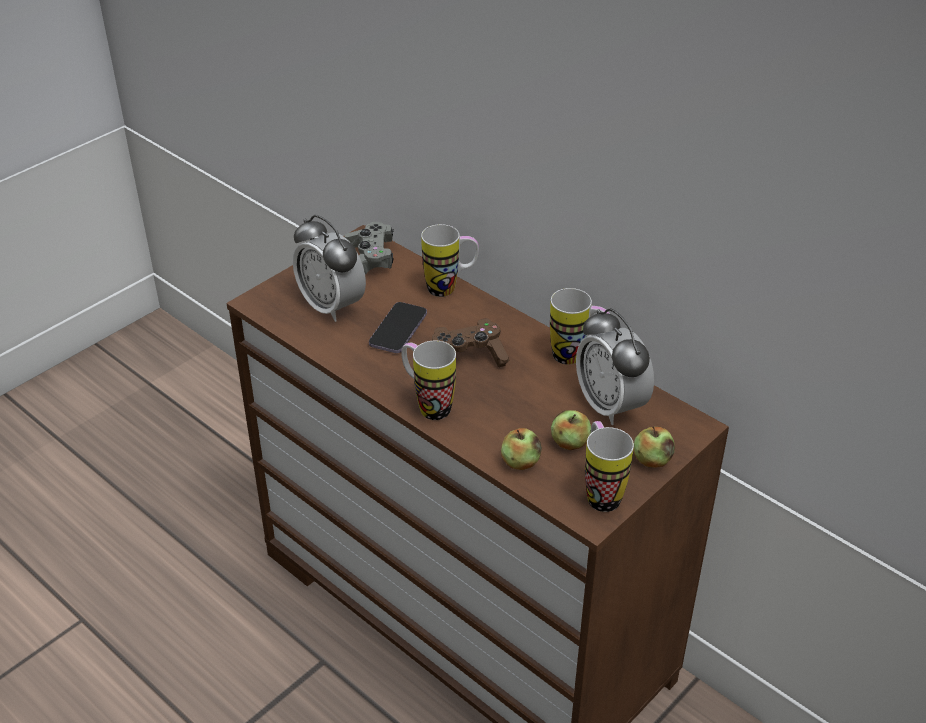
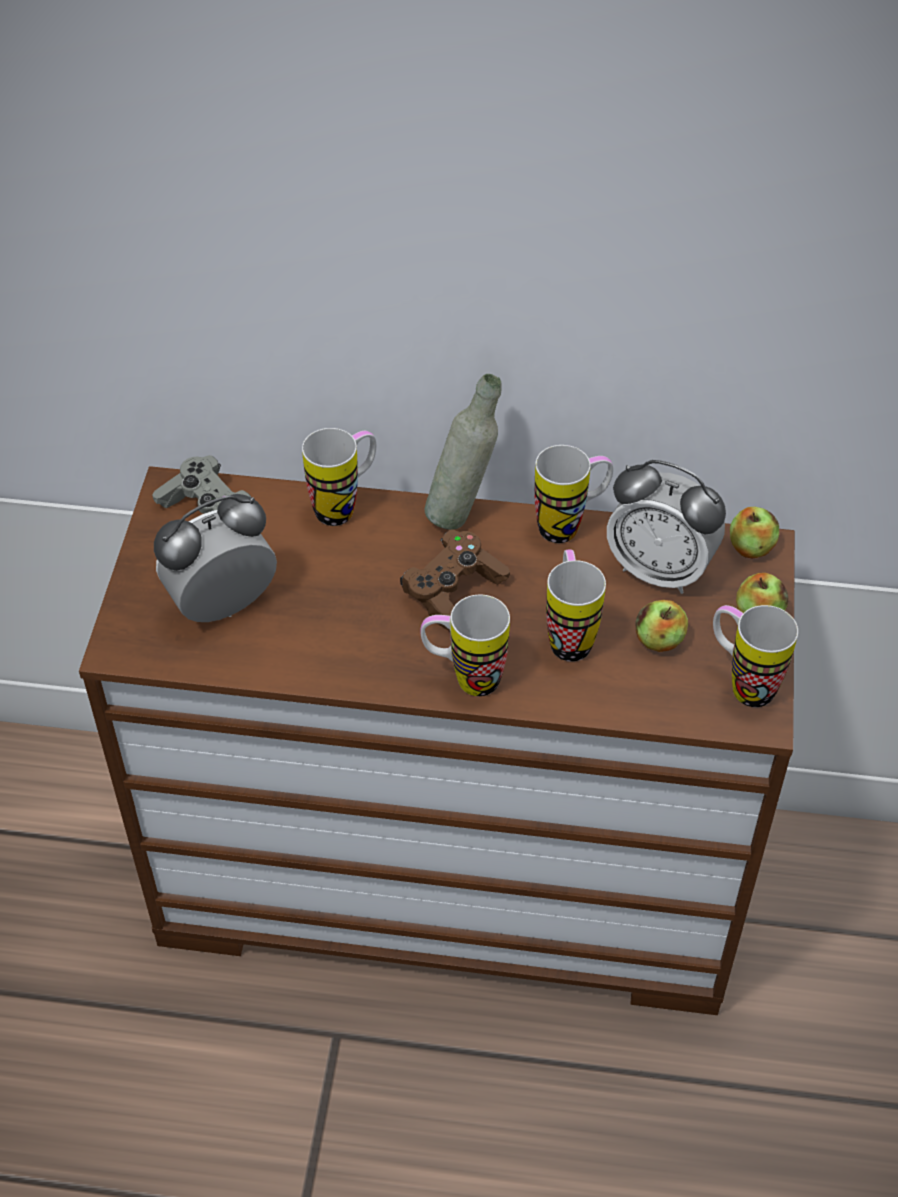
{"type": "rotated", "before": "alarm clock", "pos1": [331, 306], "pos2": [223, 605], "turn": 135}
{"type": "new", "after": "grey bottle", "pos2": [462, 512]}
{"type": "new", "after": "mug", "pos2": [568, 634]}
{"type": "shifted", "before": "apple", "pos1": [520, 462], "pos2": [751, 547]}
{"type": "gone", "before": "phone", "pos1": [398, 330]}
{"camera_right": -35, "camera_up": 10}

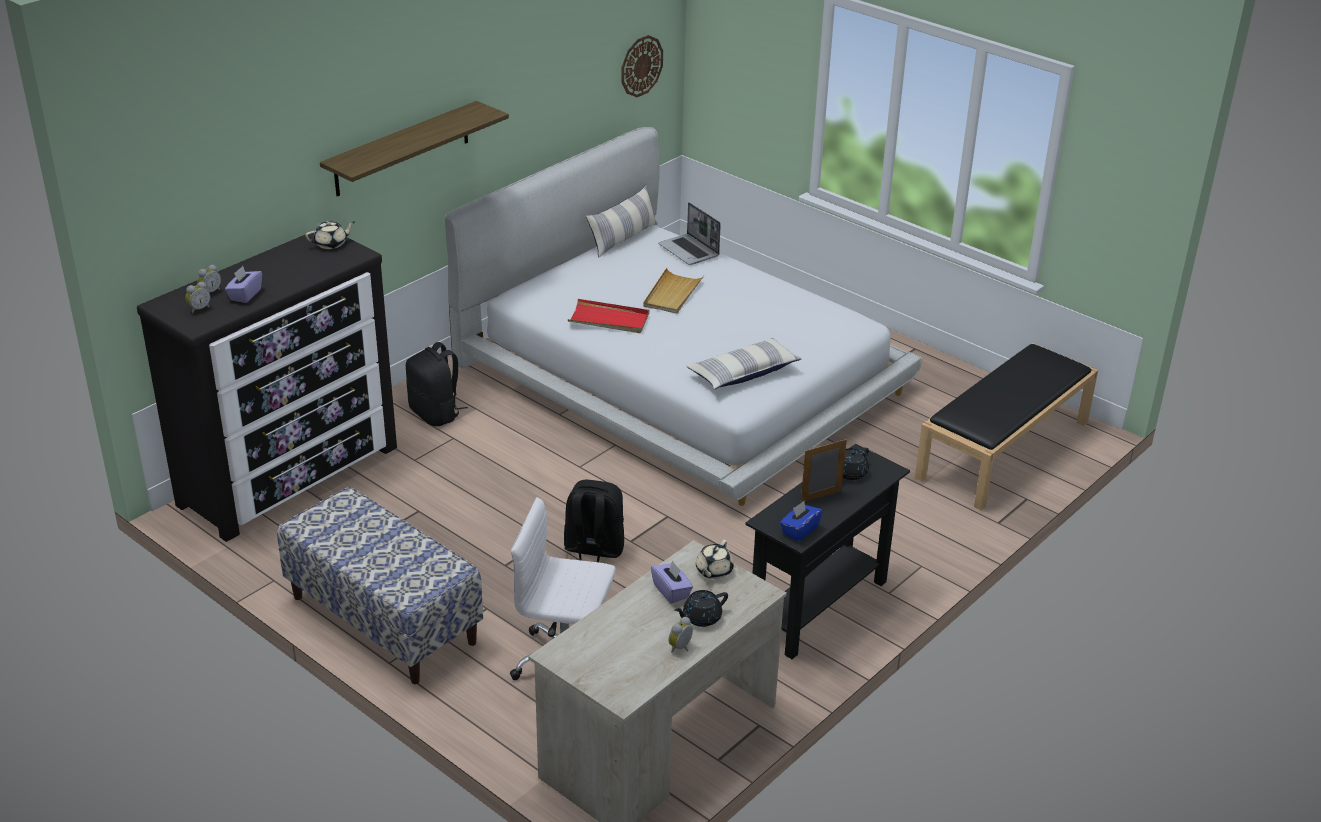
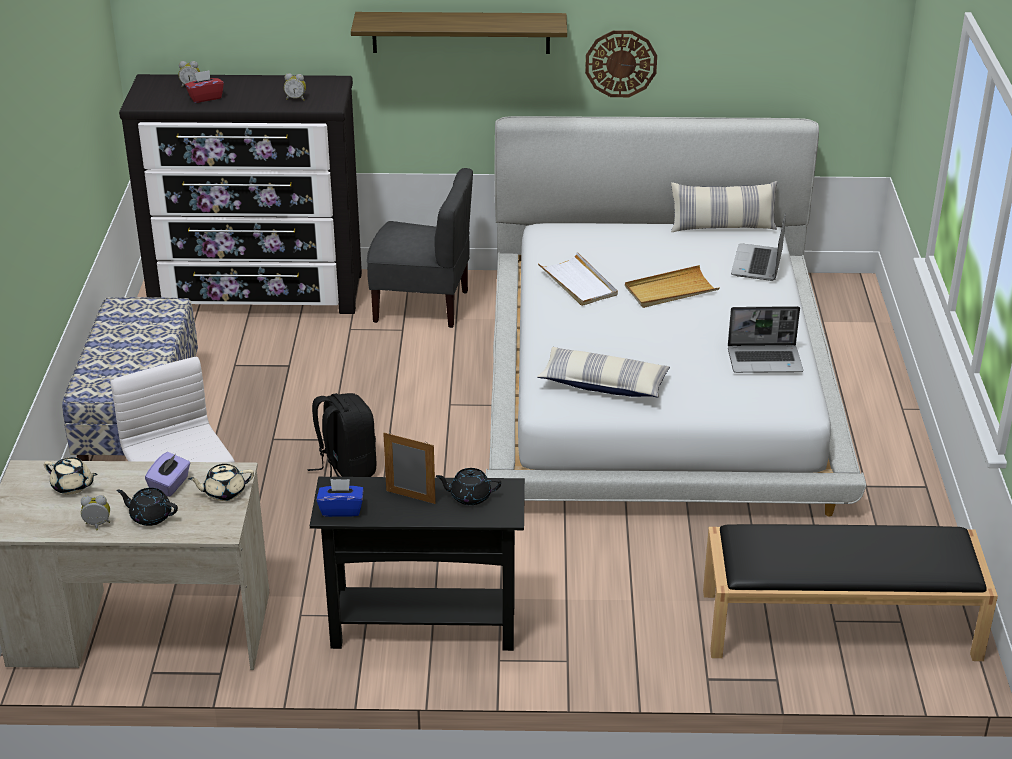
{"type": "shifted", "before": "beige teapot", "pos1": [331, 244], "pos2": [72, 486]}
{"type": "repainted", "before": "purple tissue box", "after": "red tissue box", "pos1": [245, 295], "pos2": [205, 97]}
{"type": "shifted", "before": "alarm clock", "pos1": [199, 309], "pos2": [296, 98]}
{"type": "swapped", "before": "black backpack", "after": "grey chair", "pos1": [436, 414], "pos2": [422, 306]}
{"type": "repainted", "before": "red tray", "after": "white tray", "pos1": [609, 319], "pos2": [578, 283]}
{"type": "shifted", "before": "wall clock", "pos1": [641, 66], "pos2": [621, 63]}
{"type": "new", "after": "laptop", "pos2": [765, 360]}
{"camera_right": 50, "camera_up": 0}

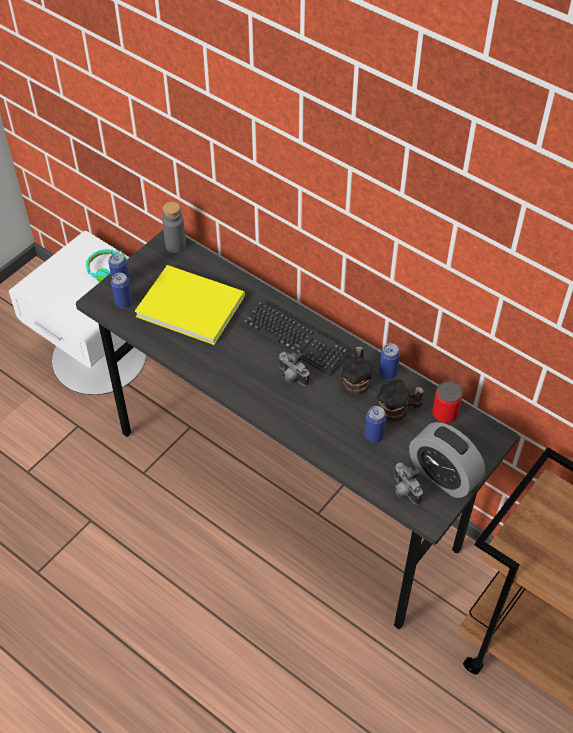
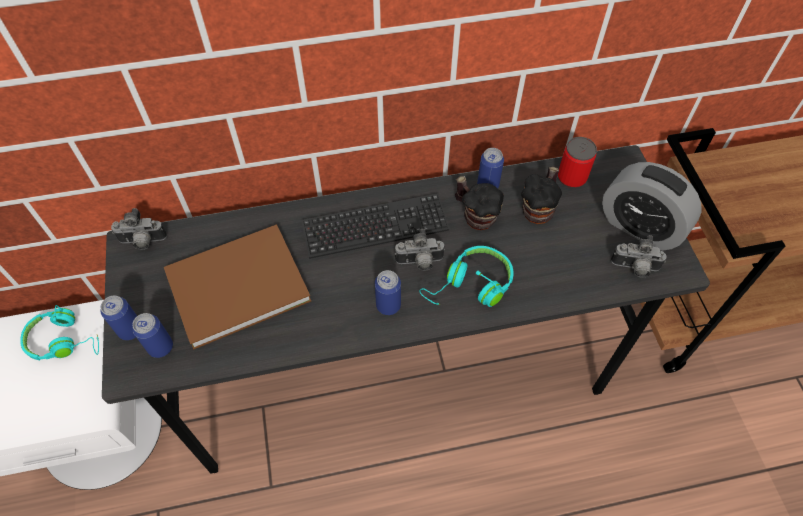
{"type": "swapped", "before": "grey bottle", "after": "photo camera", "pos1": [175, 246], "pos2": [142, 242]}
{"type": "repainted", "before": "yellow book", "after": "brown book", "pos1": [189, 303], "pos2": [233, 285]}
{"type": "shifted", "before": "can", "pos1": [373, 435], "pos2": [388, 305]}
{"type": "new", "after": "turquoise headphones", "pos2": [470, 286]}
{"type": "rotated", "before": "alarm clock", "pos1": [443, 475], "pos2": [640, 227], "turn": 45}
{"camera_right": -50, "camera_up": 5}

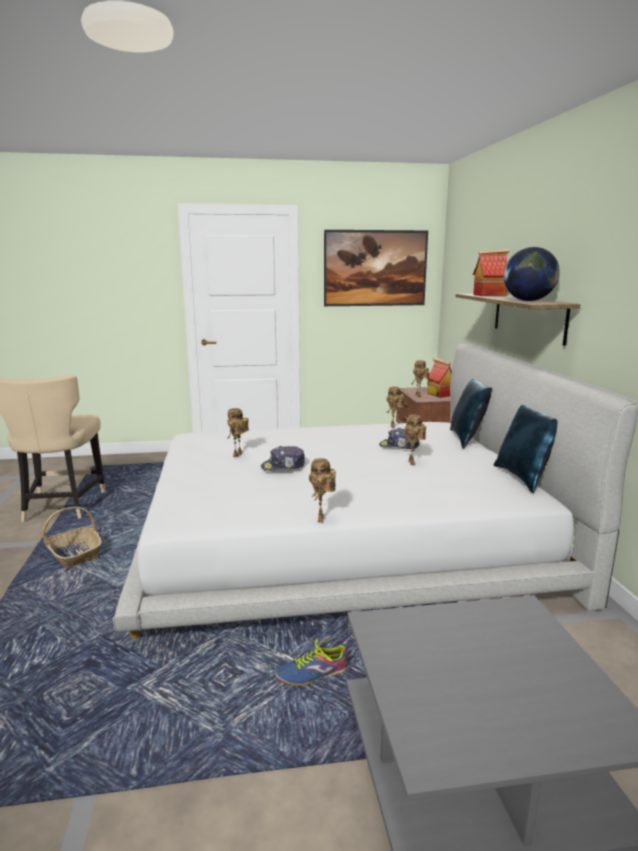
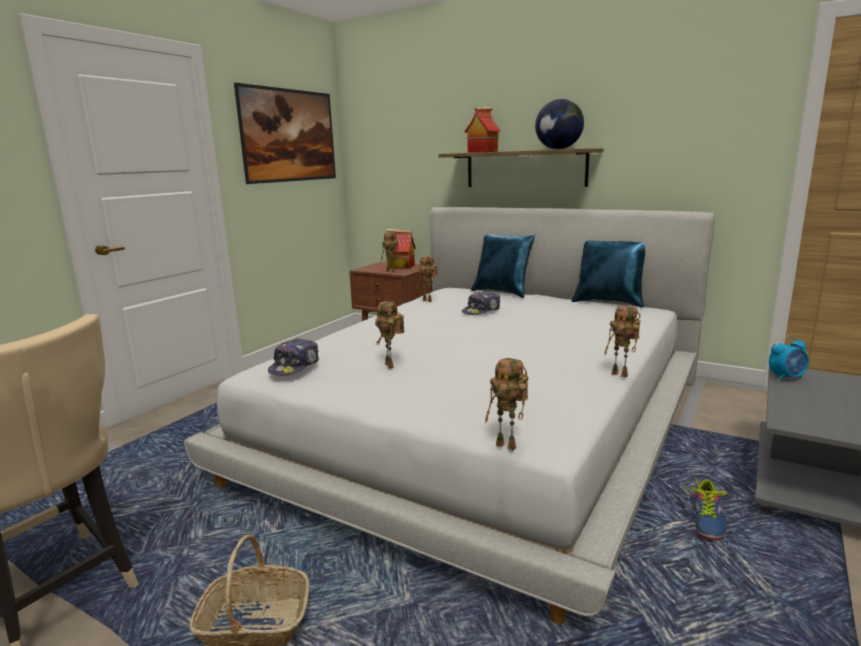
{"type": "shifted", "before": "cap", "pos1": [283, 466], "pos2": [295, 366]}
{"type": "shifted", "before": "toy robot", "pos1": [413, 463], "pos2": [508, 445]}
{"type": "new", "after": "alarm clock", "pos2": [786, 378]}
{"camera_right": -50, "camera_up": 0}

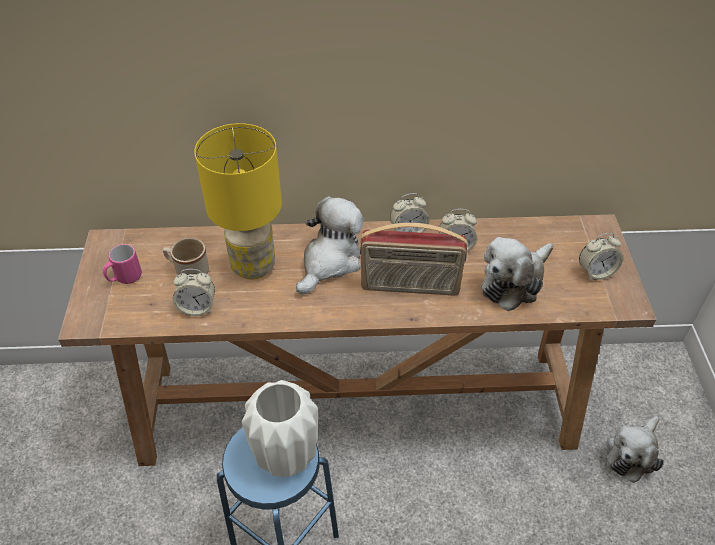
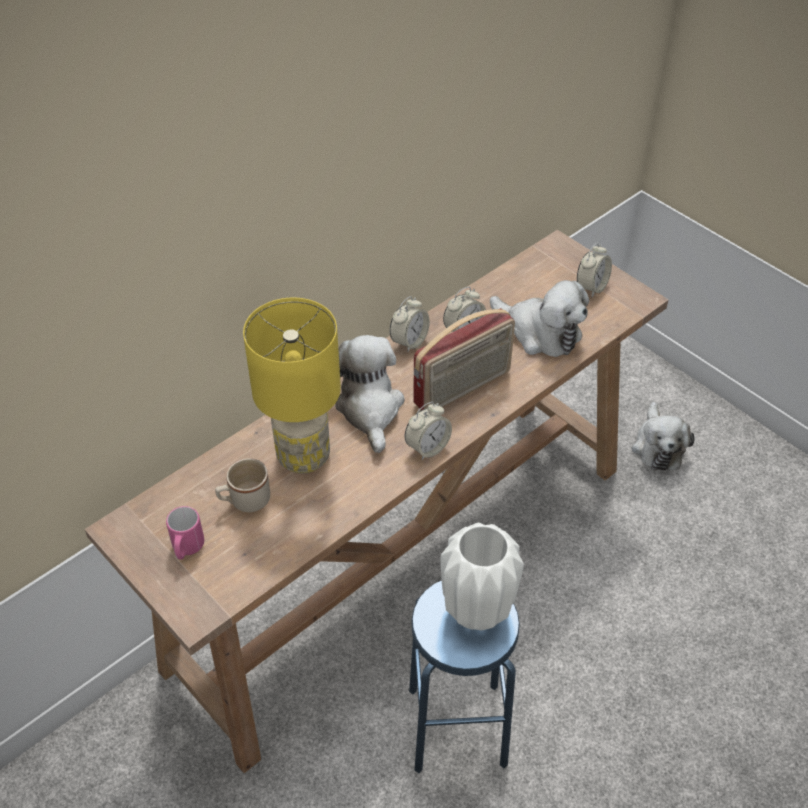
{"type": "shifted", "before": "alarm clock", "pos1": [197, 308], "pos2": [427, 447]}
{"type": "rotated", "before": "plush toy", "pos1": [514, 282], "pos2": [540, 332], "turn": -60}
{"camera_right": -40, "camera_up": 0}

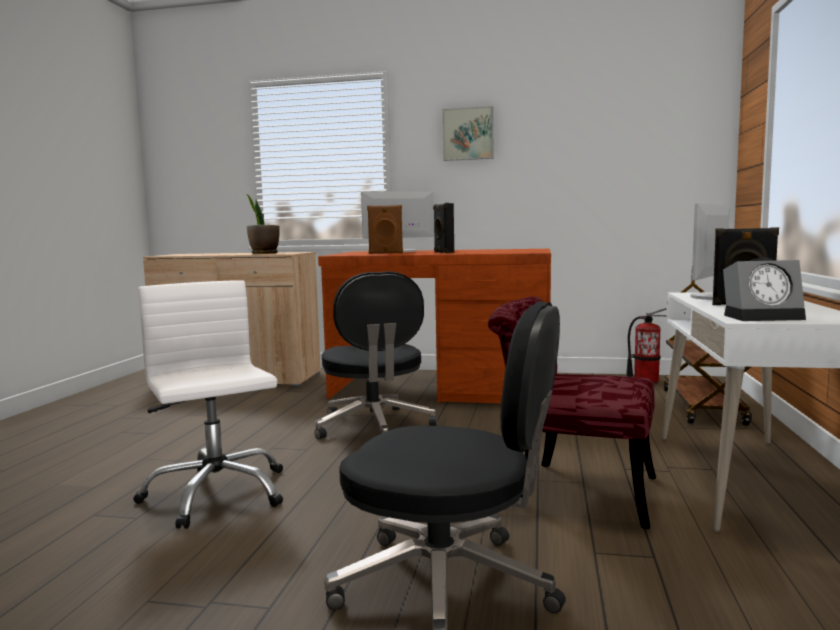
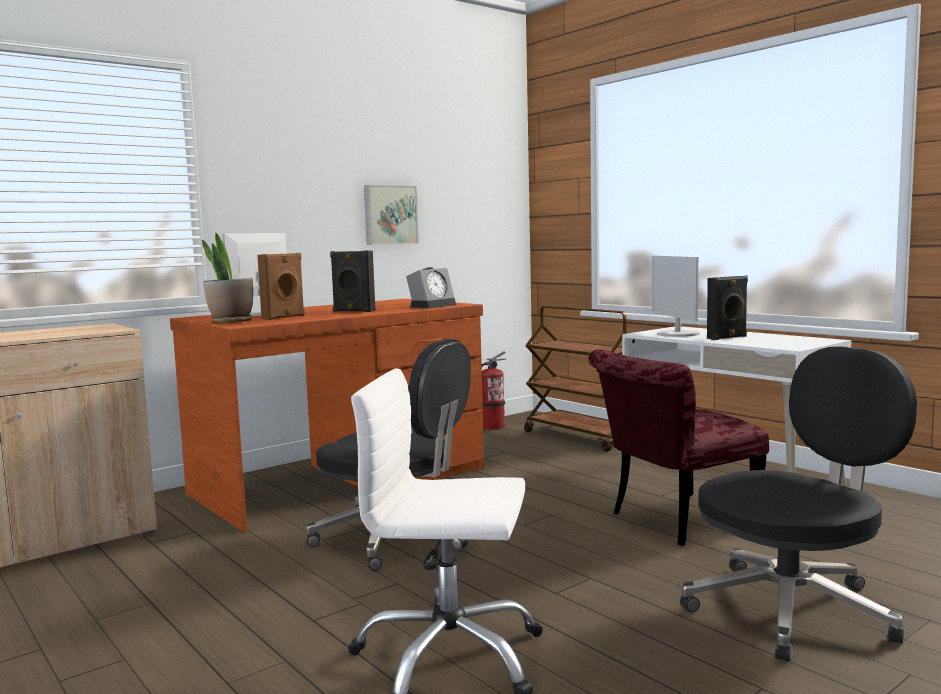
{"type": "shifted", "before": "potted plant", "pos1": [264, 253], "pos2": [231, 321]}
{"type": "shifted", "before": "picture", "pos1": [468, 134], "pos2": [389, 215]}
{"type": "shifted", "before": "alarm clock", "pos1": [763, 317], "pos2": [432, 306]}
{"camera_right": -50, "camera_up": 0}

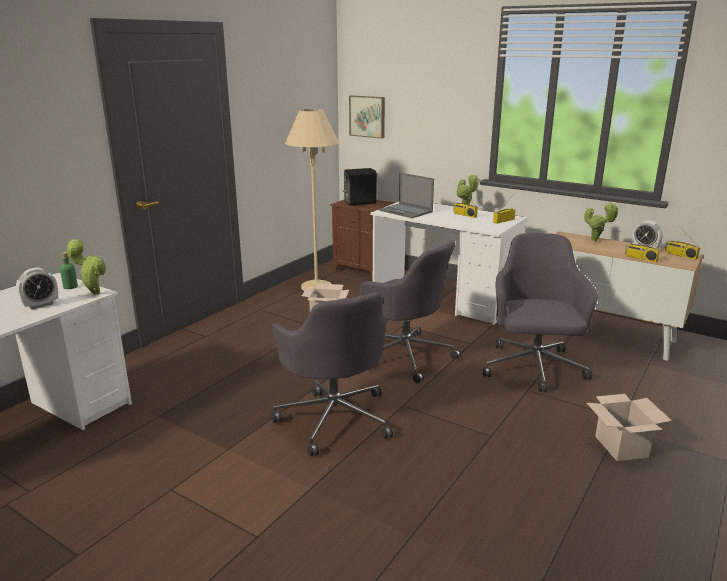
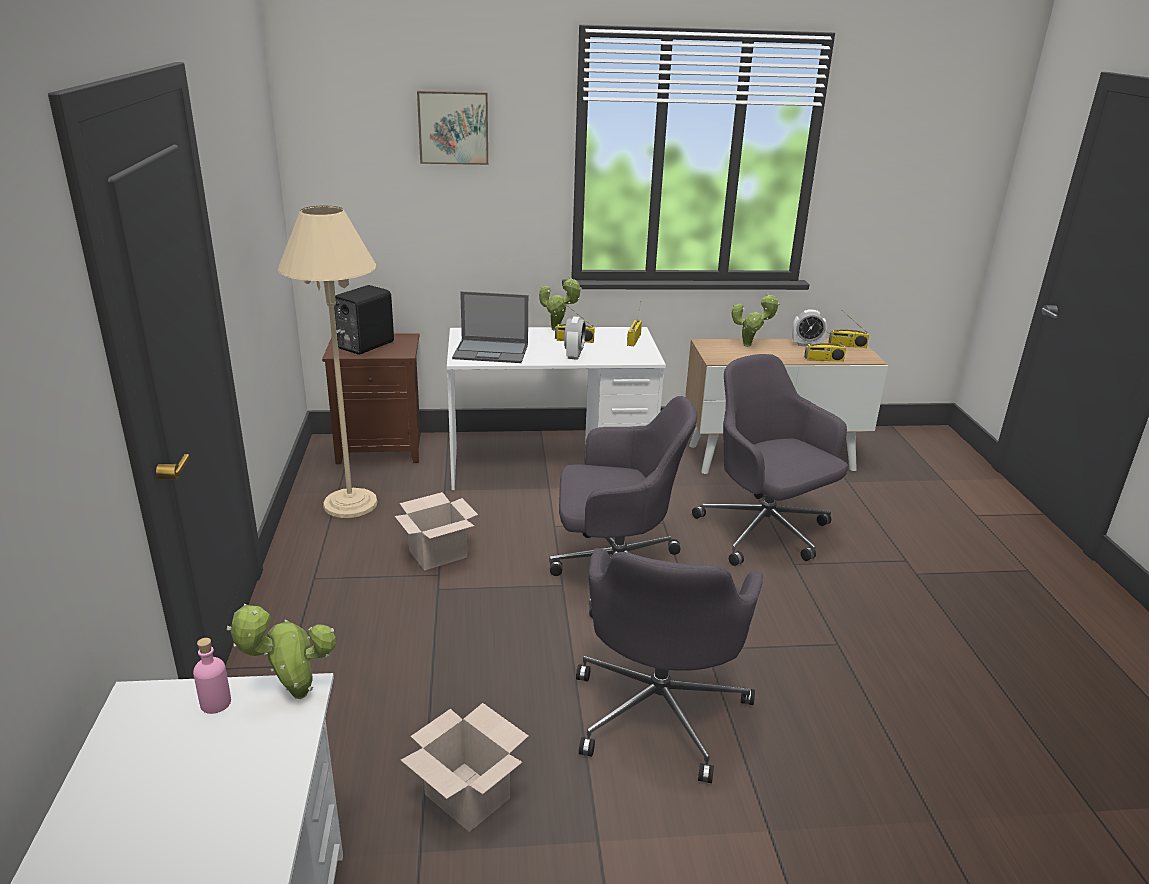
{"type": "repainted", "before": "green bottle", "after": "pink bottle", "pos1": [70, 286], "pos2": [216, 703]}
{"type": "shifted", "before": "cardboard box", "pos1": [622, 447], "pos2": [469, 797]}
{"type": "shifted", "before": "picture", "pos1": [368, 116], "pos2": [453, 127]}
{"type": "shifted", "before": "alarm clock", "pos1": [40, 305], "pos2": [574, 355]}
{"type": "rotated", "before": "grey office chair", "pos1": [334, 418], "pos2": [659, 710], "turn": 75}
{"camera_right": -40, "camera_up": 5}

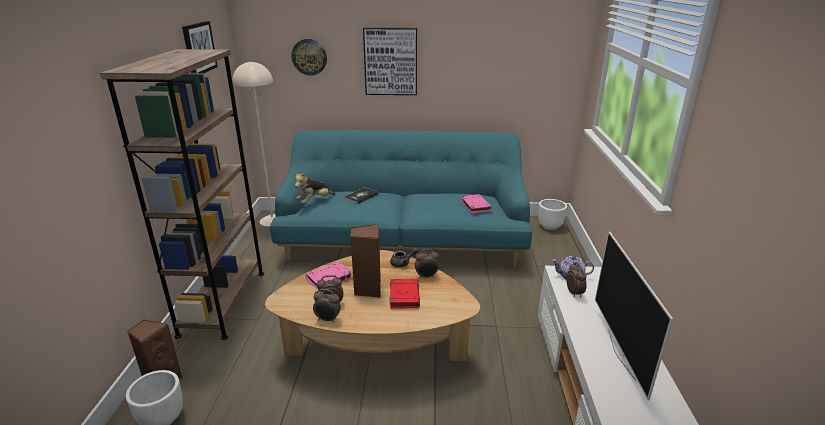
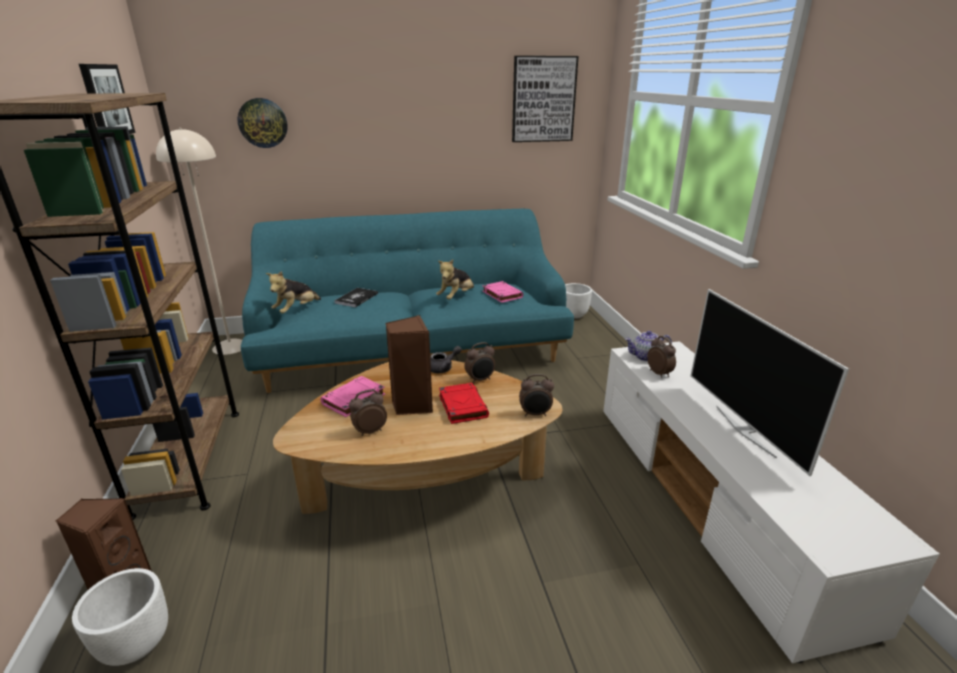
{"type": "new", "after": "plush toy", "pos2": [456, 297]}
{"type": "shifted", "before": "picture", "pos1": [390, 61], "pos2": [543, 99]}
{"type": "shifted", "before": "alarm clock", "pos1": [327, 320], "pos2": [535, 414]}
{"camera_right": -15, "camera_up": 0}

